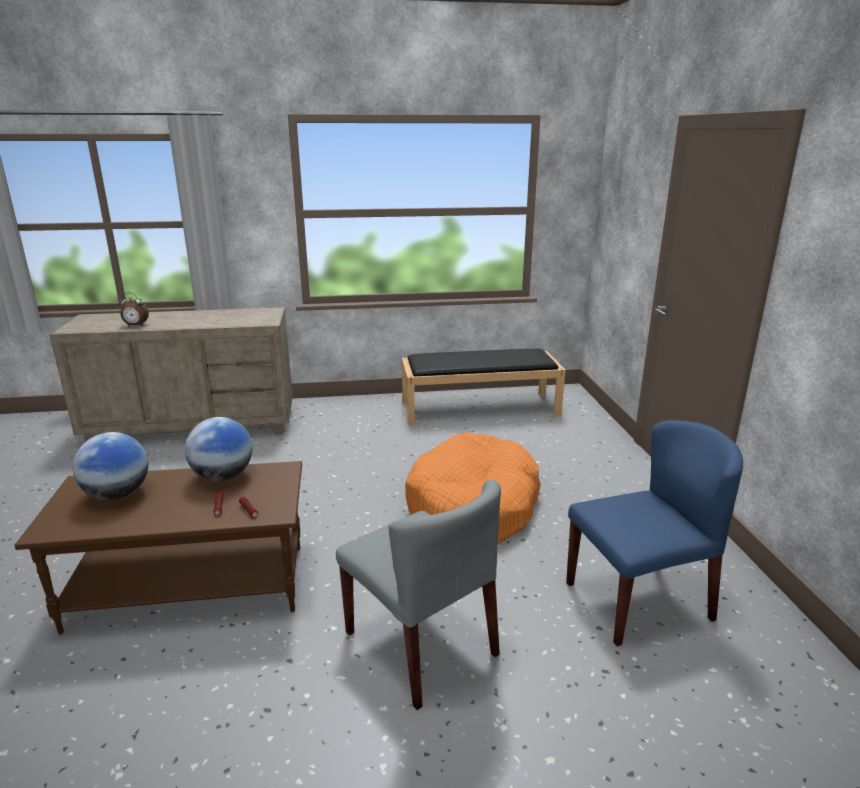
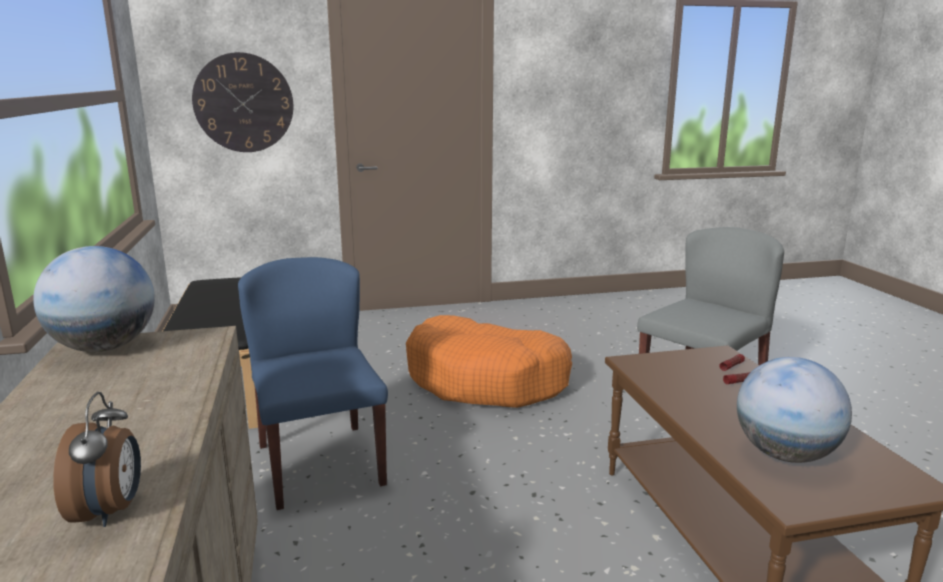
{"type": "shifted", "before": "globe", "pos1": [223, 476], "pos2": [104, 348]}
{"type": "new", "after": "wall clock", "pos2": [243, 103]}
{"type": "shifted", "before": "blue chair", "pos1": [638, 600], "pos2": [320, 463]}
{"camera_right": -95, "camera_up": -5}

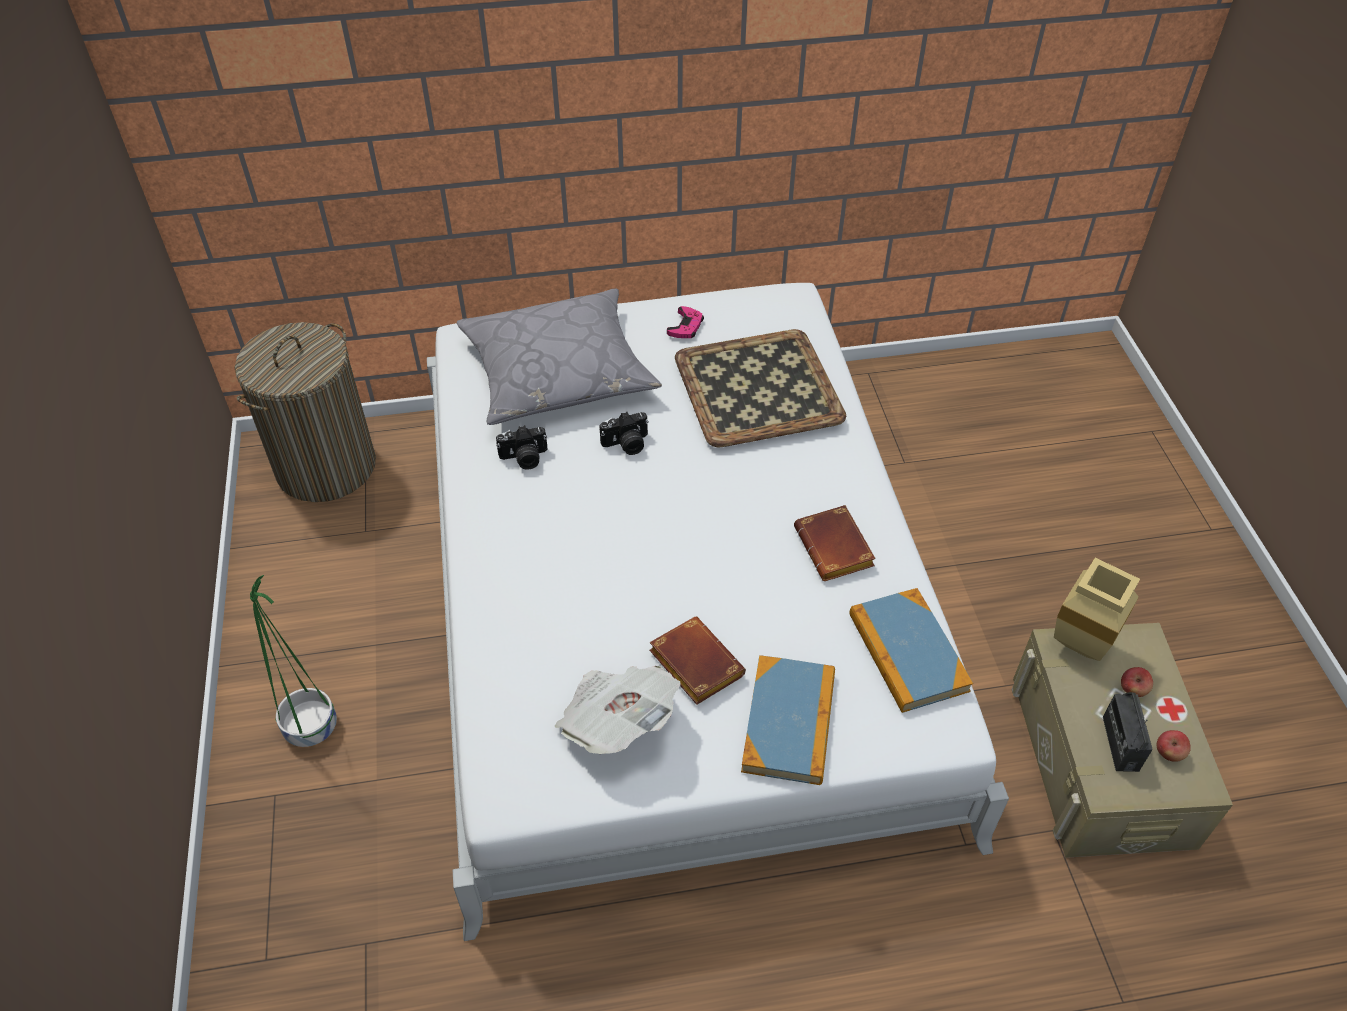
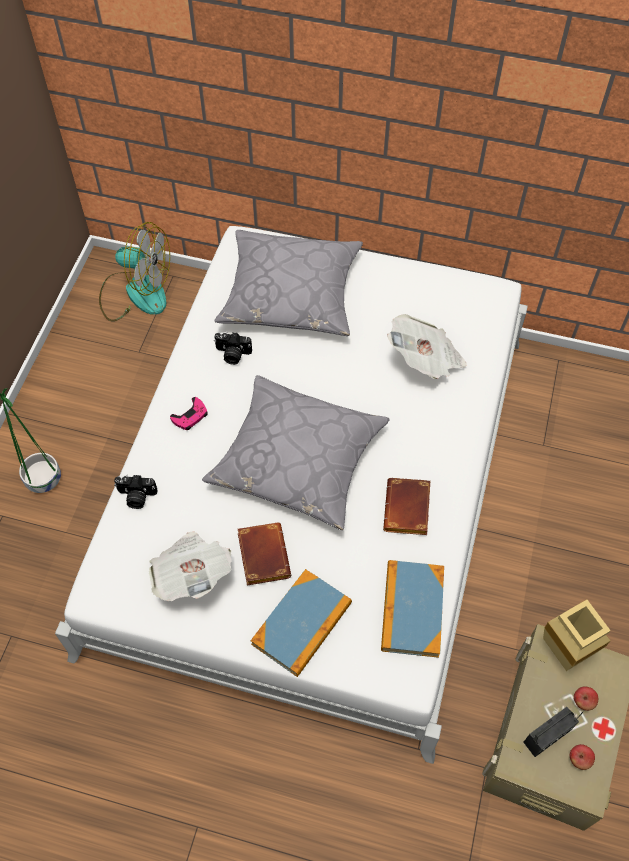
{"type": "swapped", "before": "laundry basket", "after": "fan", "pos1": [326, 466], "pos2": [136, 292]}
{"type": "shifted", "before": "photo camera", "pos1": [626, 444], "pos2": [136, 497]}
{"type": "shifted", "before": "pink game controller", "pos1": [686, 326], "pos2": [190, 416]}
{"type": "new", "after": "grey pillow", "pos2": [298, 459]}
{"type": "swapped", "before": "tray", "after": "newspaper", "pos1": [759, 387], "pos2": [425, 360]}
{"type": "rotated", "before": "radio", "pos1": [1120, 743], "pos2": [547, 736], "turn": -150}
{"camera_right": 25, "camera_up": 10}

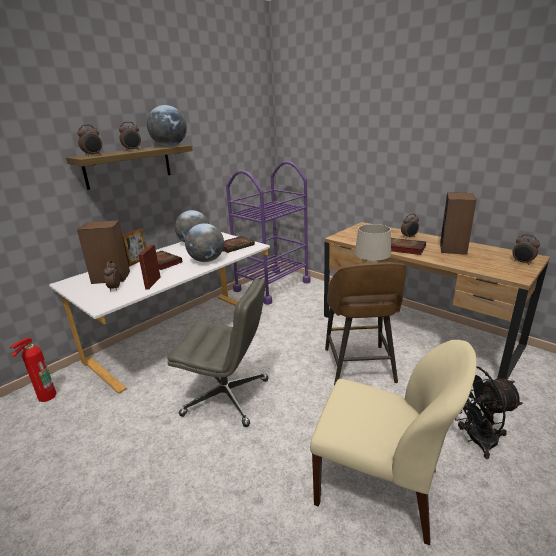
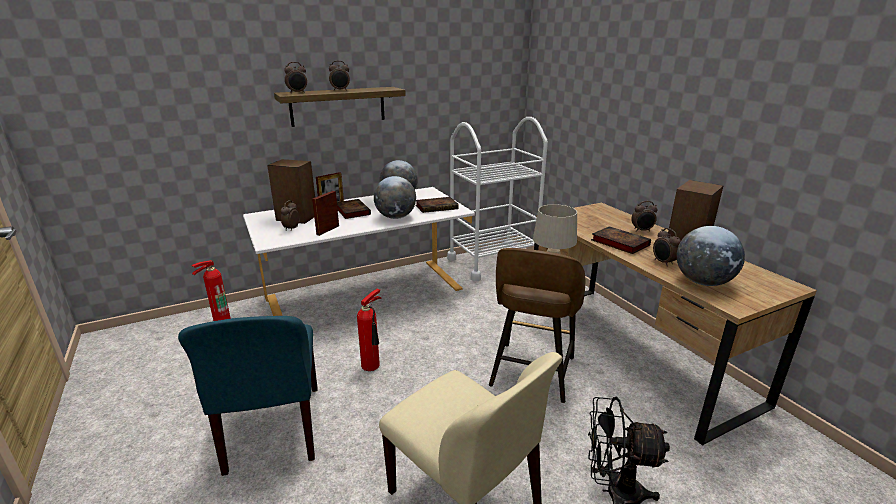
{"type": "new", "after": "blue chair", "pos2": [273, 430]}
{"type": "swapped", "before": "grey office chair", "after": "fire extinguisher", "pos1": [227, 397], "pos2": [373, 365]}
{"type": "repainted", "before": "purple cart", "after": "white cart", "pos1": [272, 286], "pos2": [492, 262]}
{"type": "shifted", "before": "alarm clock", "pos1": [522, 262], "pos2": [663, 262]}
{"type": "shifted", "before": "globe", "pos1": [170, 146], "pos2": [703, 282]}
{"camera_right": 20, "camera_up": 0}

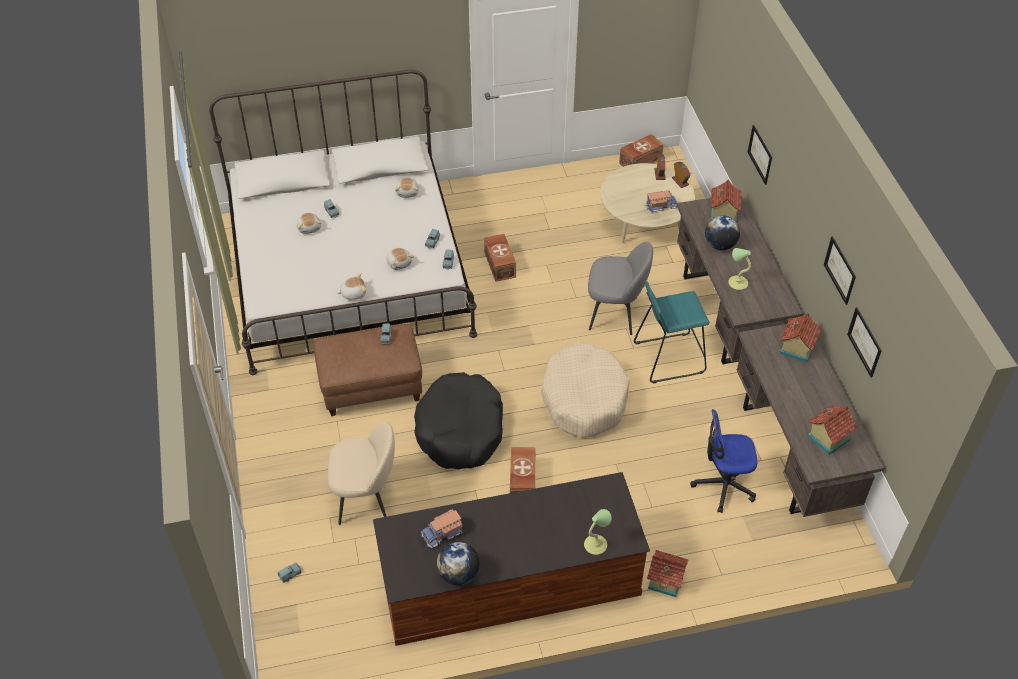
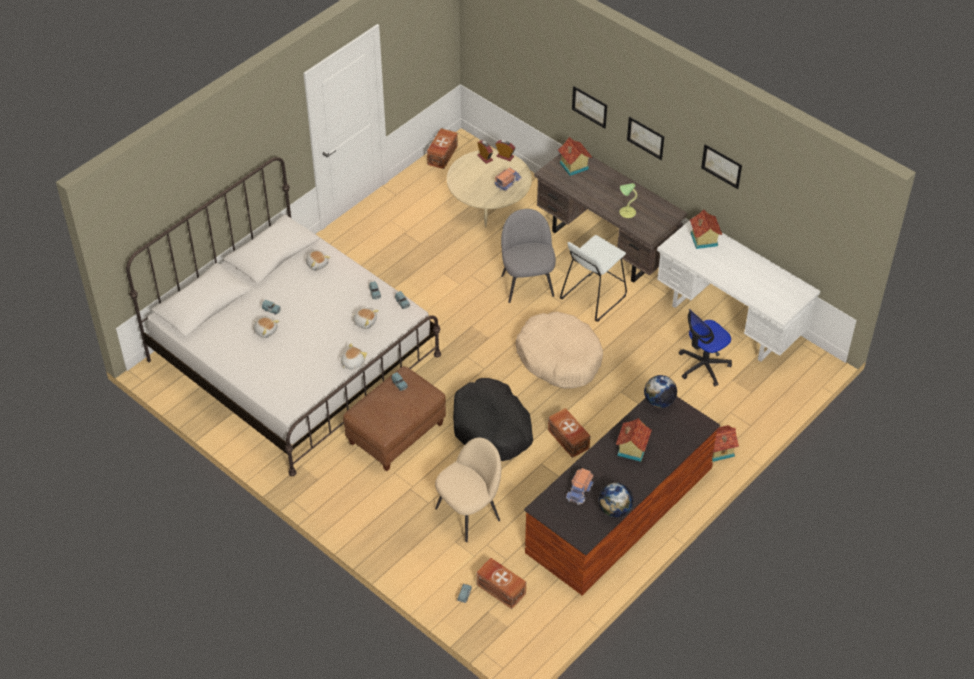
{"type": "shifted", "before": "brown storage box", "pos1": [500, 264], "pos2": [501, 588]}
{"type": "rotated", "before": "grey chair", "pos1": [615, 313], "pos2": [527, 284], "turn": -75}
{"type": "repainted", "before": "turquoise stool", "after": "white stool", "pos1": [668, 357], "pos2": [593, 297]}
{"type": "shifted", "before": "toy house", "pos1": [827, 437], "pos2": [631, 449]}
{"type": "shifted", "before": "picture", "pos1": [864, 342], "pos2": [645, 138]}
{"type": "shifted", "before": "globe", "pos1": [720, 245], "pos2": [659, 402]}
{"type": "repainted", "before": "brown desk", "after": "white desk", "pos1": [792, 454], "pos2": [730, 321]}
{"type": "gone", "before": "table lamp", "pos1": [596, 544]}
{"camera_right": -35, "camera_up": 0}

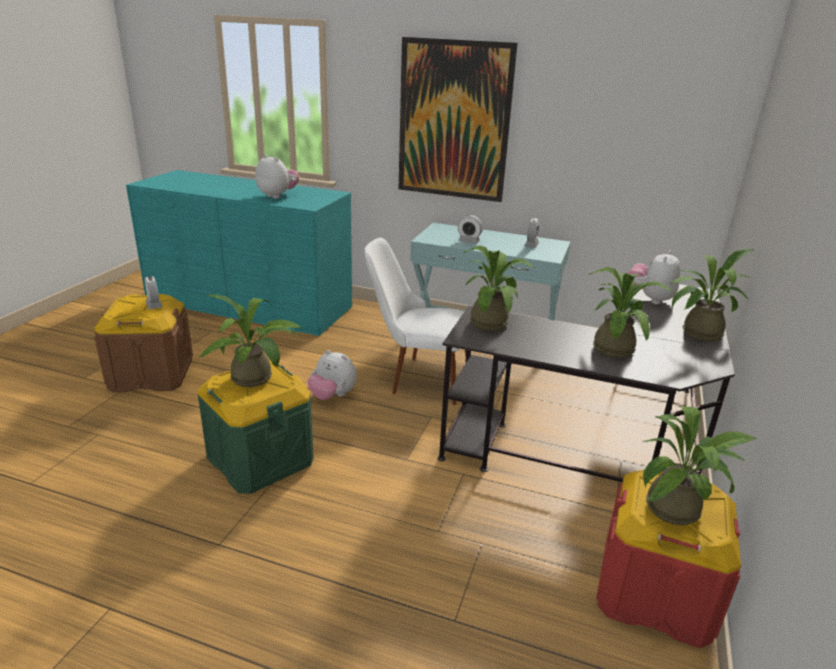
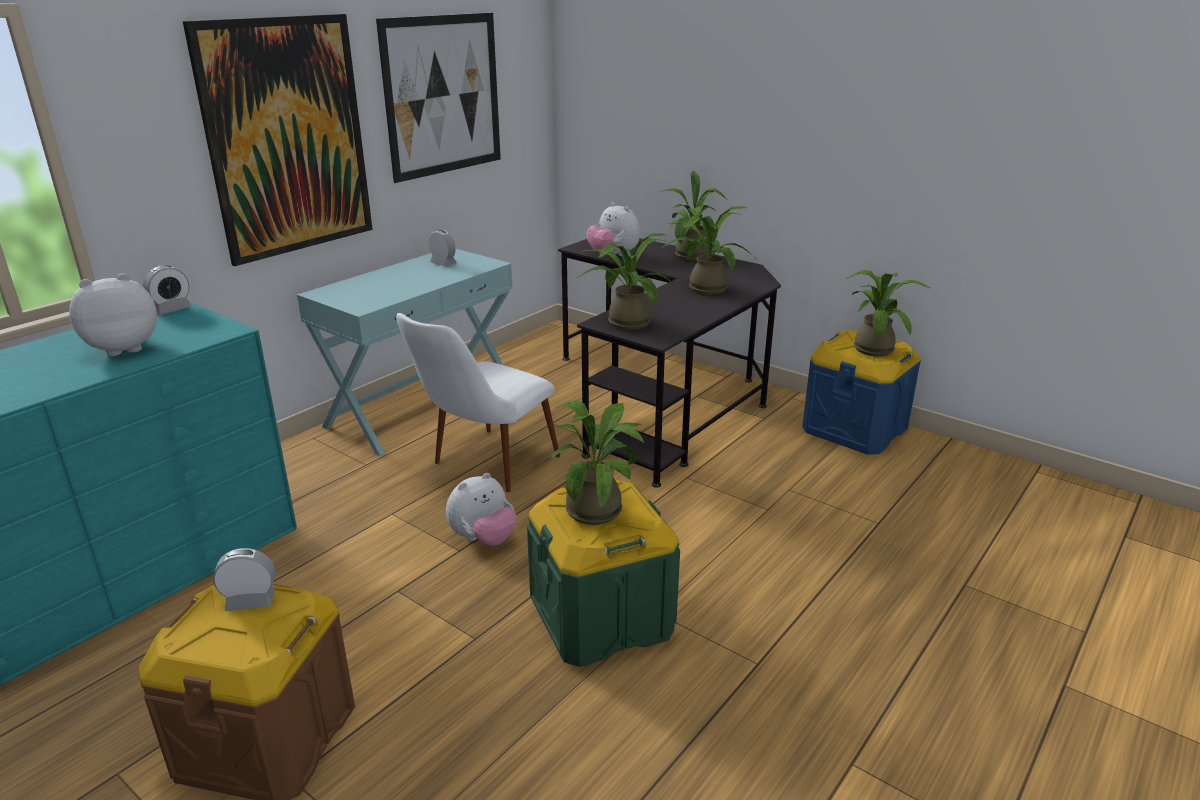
{"type": "shifted", "before": "alarm clock", "pos1": [469, 241], "pos2": [172, 309]}
{"type": "new", "after": "picture", "pos2": [443, 95]}
{"type": "repainted", "before": "red storage box", "after": "blue storage box", "pos1": [654, 592], "pos2": [854, 429]}
{"camera_right": -70, "camera_up": 0}

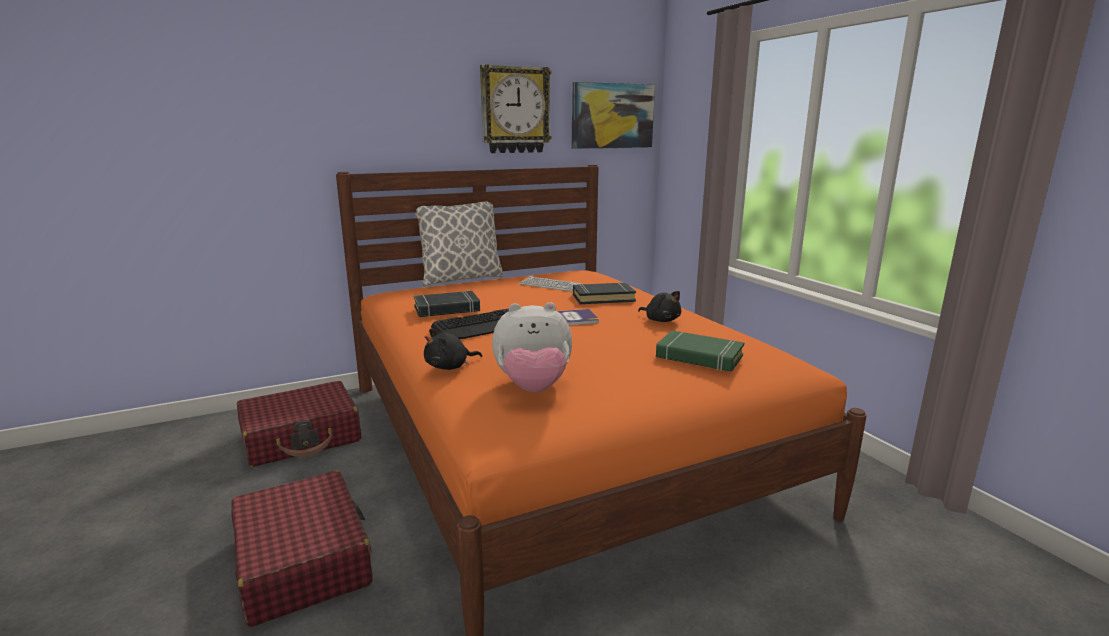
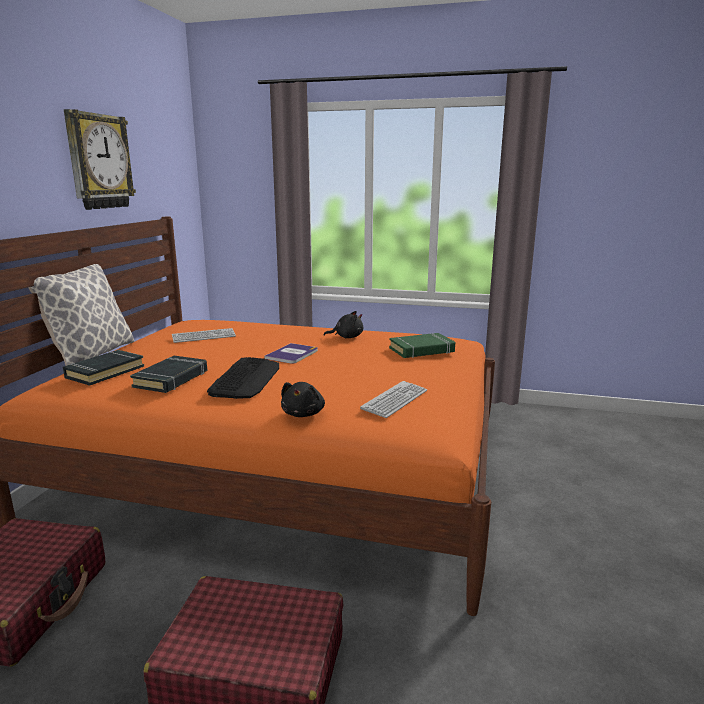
{"type": "shifted", "before": "black book", "pos1": [603, 298], "pos2": [105, 372]}
{"type": "swapped", "before": "plush toy", "after": "keyboard", "pos1": [533, 388], "pos2": [395, 400]}
{"type": "gone", "before": "picture", "pos1": [612, 116]}
{"camera_right": -50, "camera_up": 0}

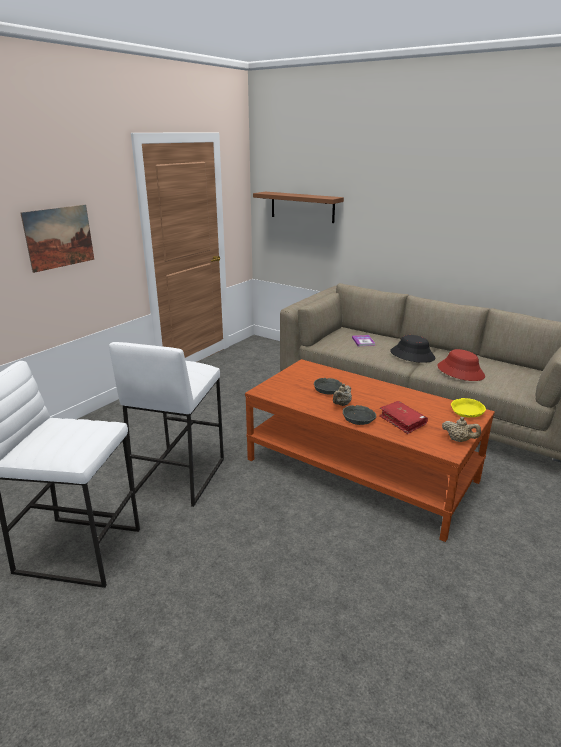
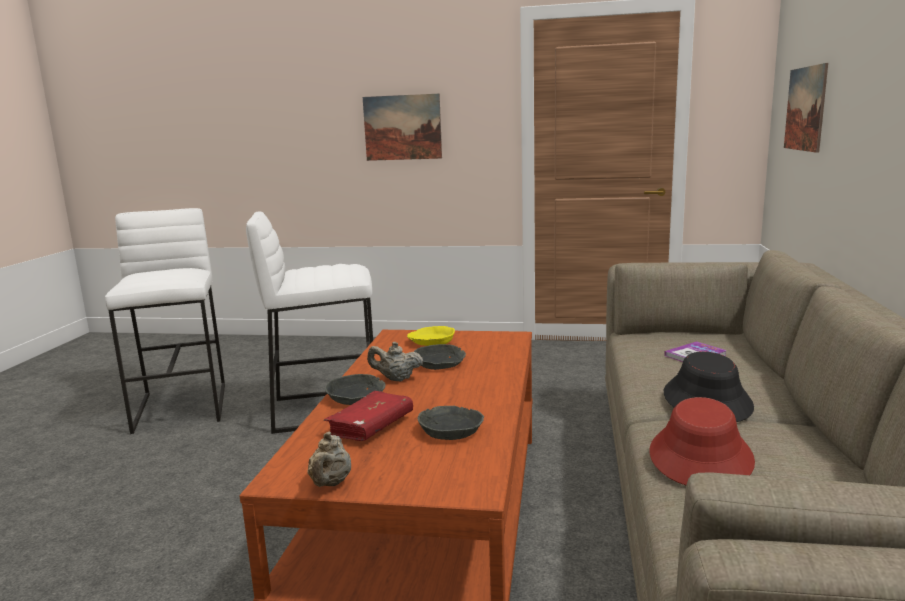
{"type": "shifted", "before": "yellow bowl", "pos1": [466, 412], "pos2": [431, 342]}
{"type": "new", "after": "grey bowl", "pos2": [452, 429]}
{"type": "swapped", "before": "brown shelf", "after": "picture", "pos1": [302, 207], "pos2": [805, 109]}
{"camera_right": 65, "camera_up": -10}

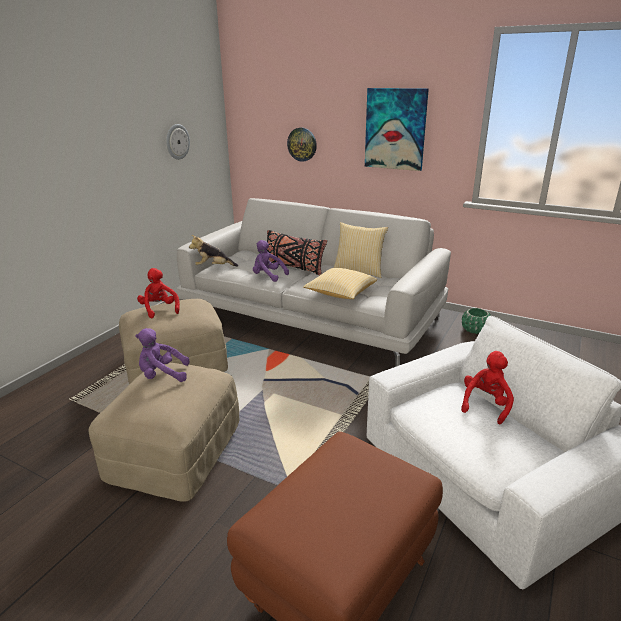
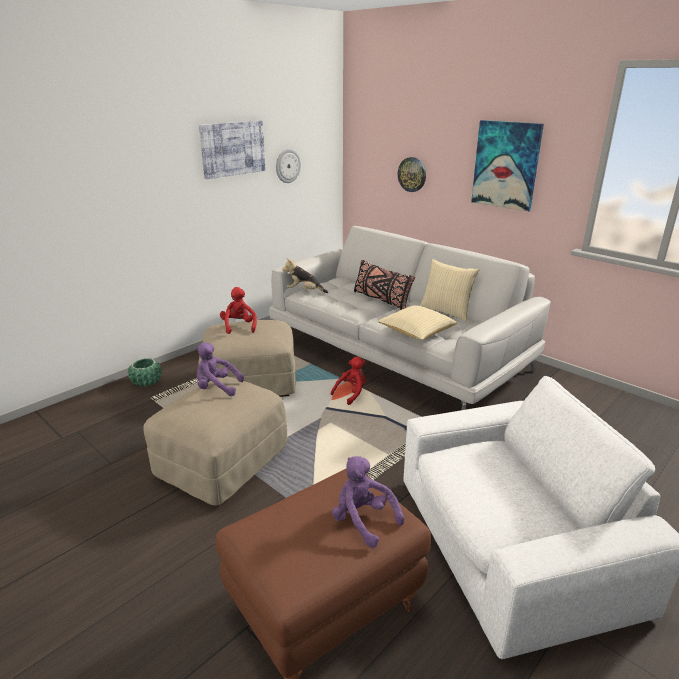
{"type": "shifted", "before": "green planter", "pos1": [475, 330], "pos2": [147, 382]}
{"type": "new", "after": "picture", "pos2": [233, 149]}
{"type": "shifted", "before": "red plush toy", "pos1": [485, 405], "pos2": [351, 393]}
{"type": "shifted", "before": "purple plush toy", "pos1": [268, 276], "pos2": [363, 520]}
{"camera_right": 15, "camera_up": 0}

